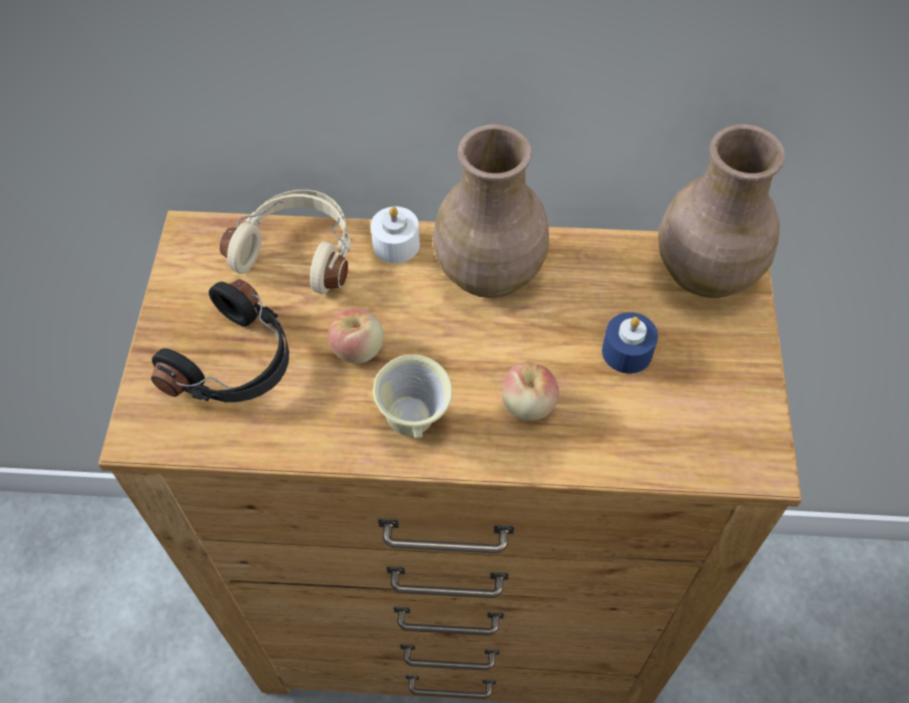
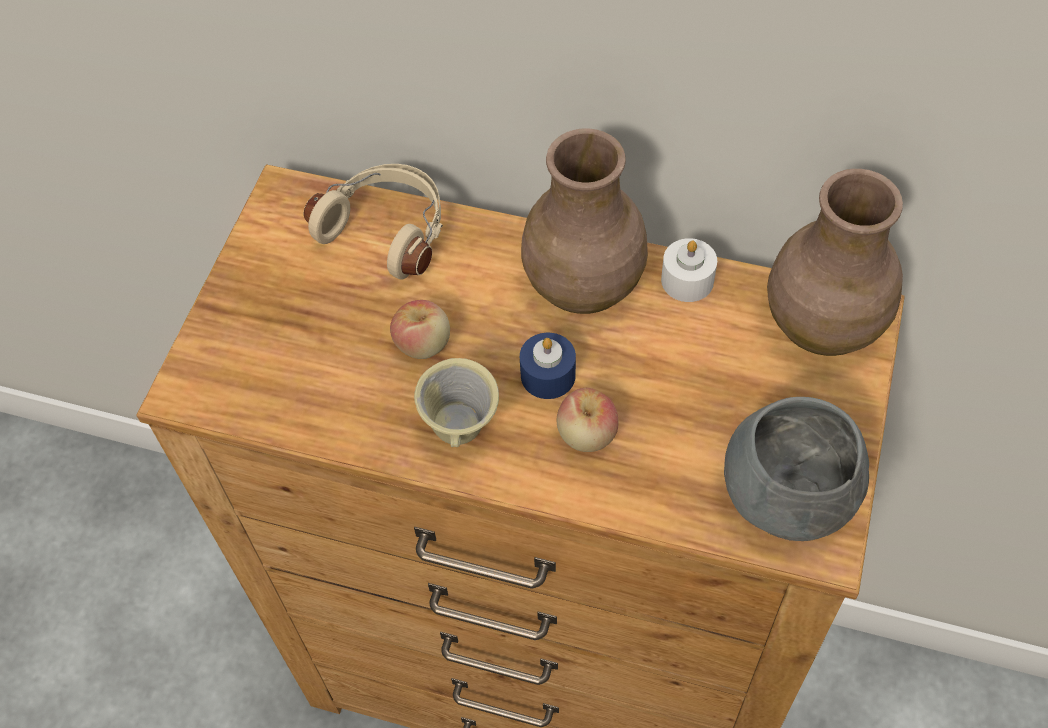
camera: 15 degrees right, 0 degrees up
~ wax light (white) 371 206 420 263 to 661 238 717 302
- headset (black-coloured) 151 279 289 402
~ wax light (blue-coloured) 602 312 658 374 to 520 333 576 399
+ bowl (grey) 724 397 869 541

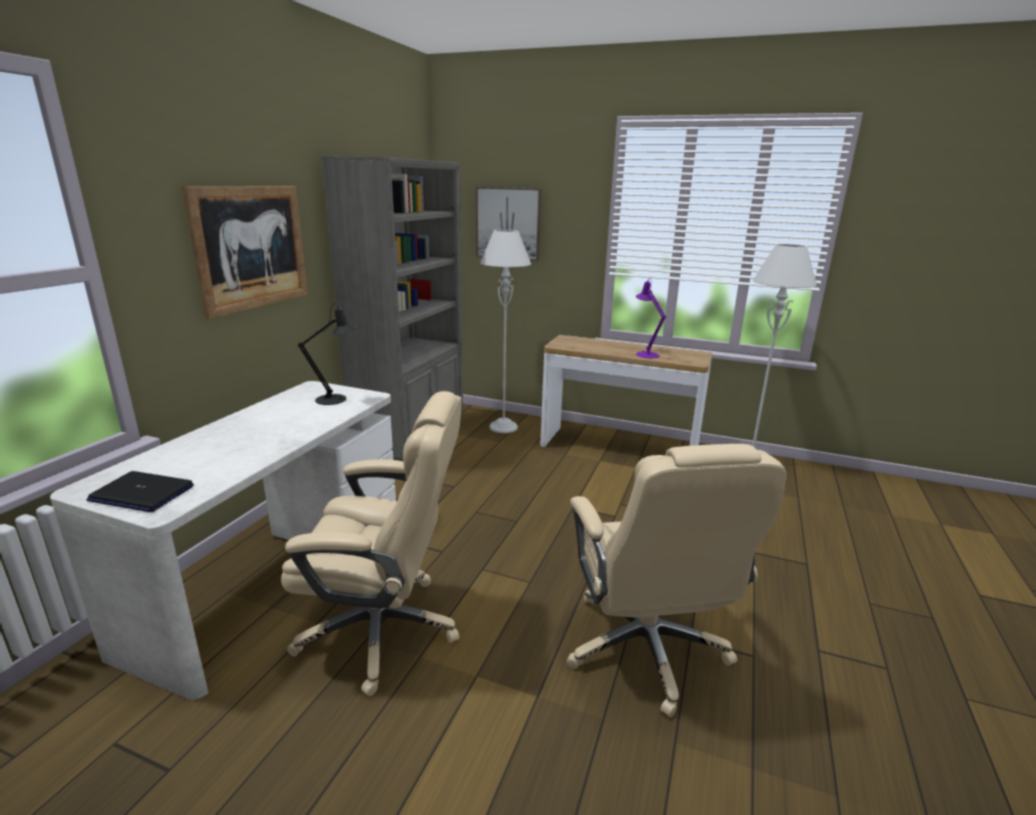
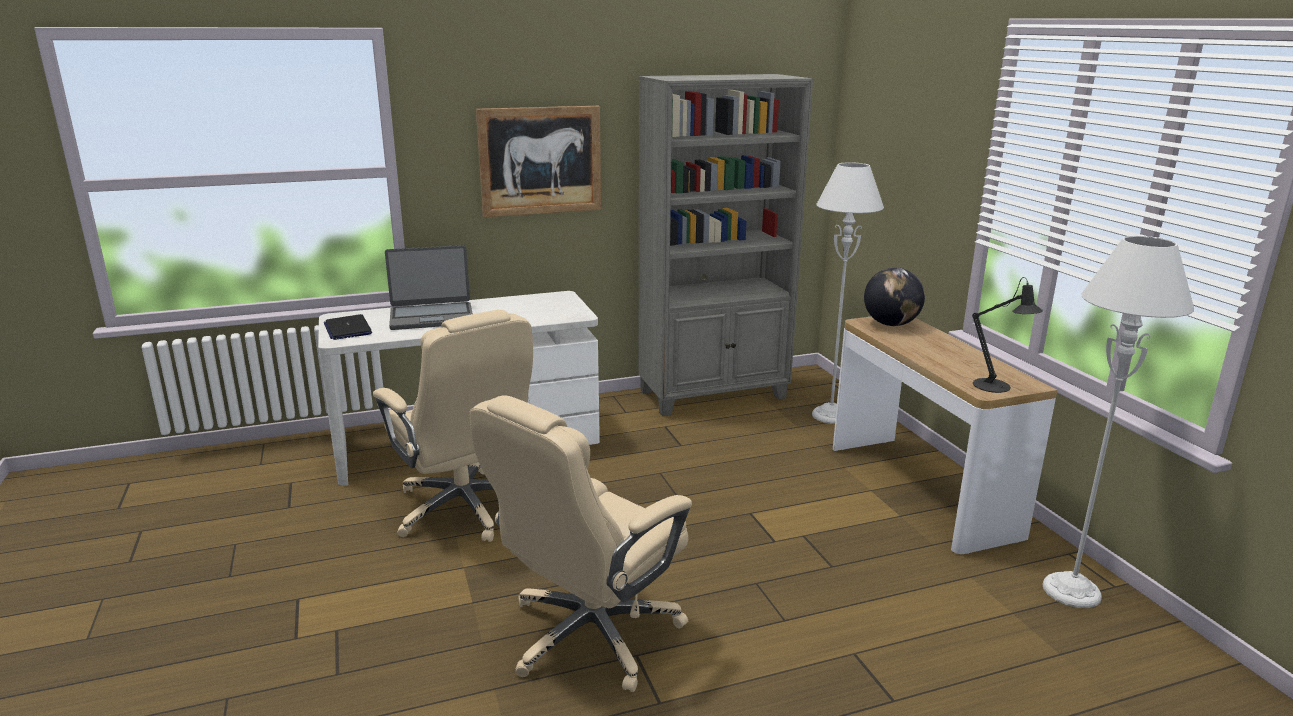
camera: 50 degrees right, 0 degrees up
- wall picture 476 187 542 261
- lamp for a table (purple-coloured) 636 278 666 358
~ lamp for a table (black-coloured) 298 303 356 405 to 972 277 1044 393
+ laptop 385 245 473 330
+ desk globe 864 267 925 326

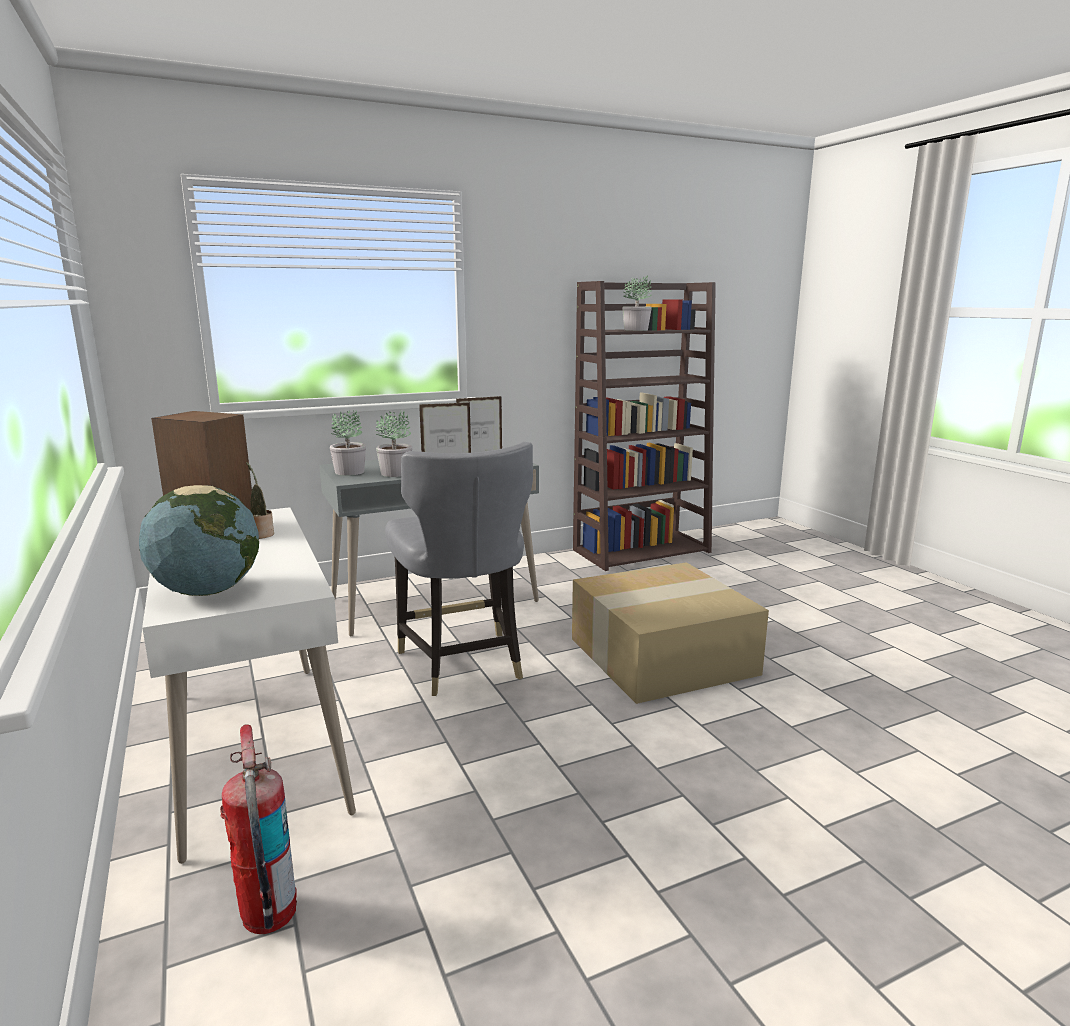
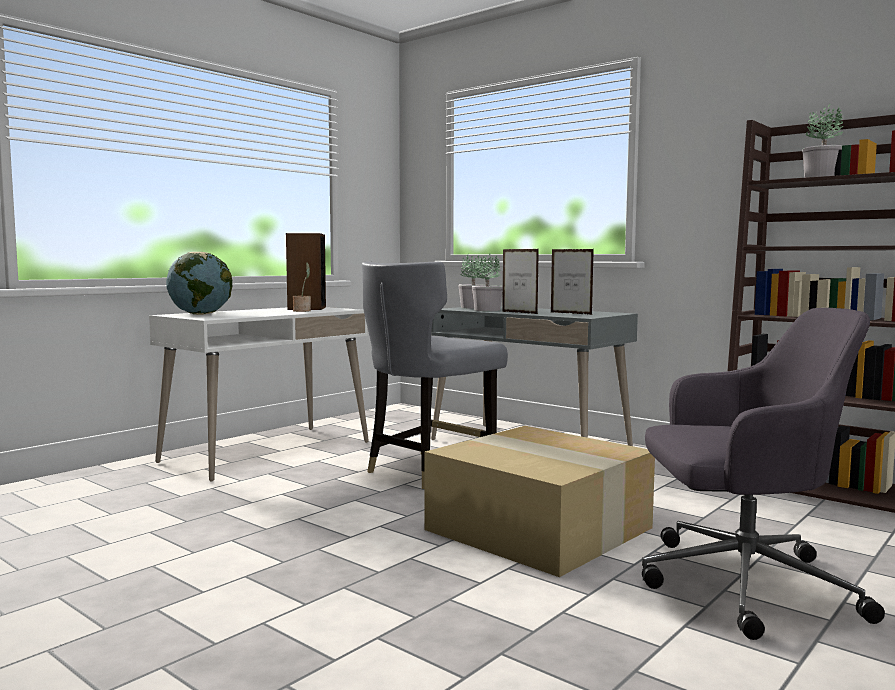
camera: 65 degrees right, 10 degrees down
- fire extinguisher 220 724 297 934
+ desk chair (grey) 642 308 885 640

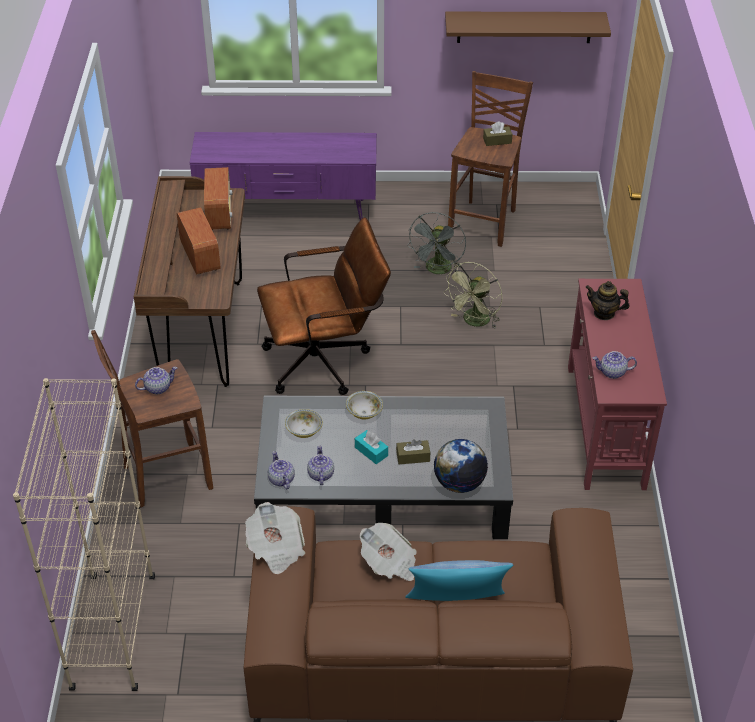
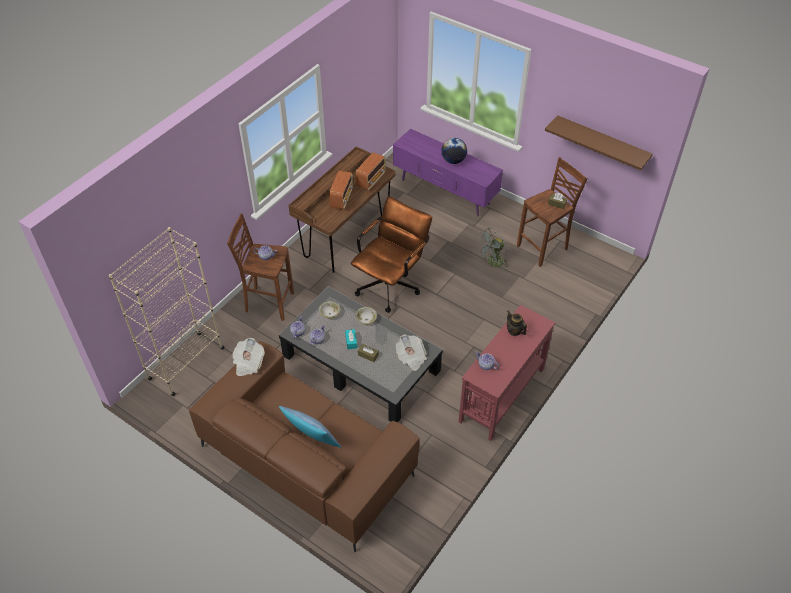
camera: 35 degrees right, 5 degrees up
~ desk chair (brown) 257 217 391 395 = 351 196 432 313 75 degrees counterclockwise
- electric fan (green) 443 262 502 328
~ desk globe 434 439 488 493 to 441 138 467 164
~ printed paper 360 523 417 581 to 395 334 427 371

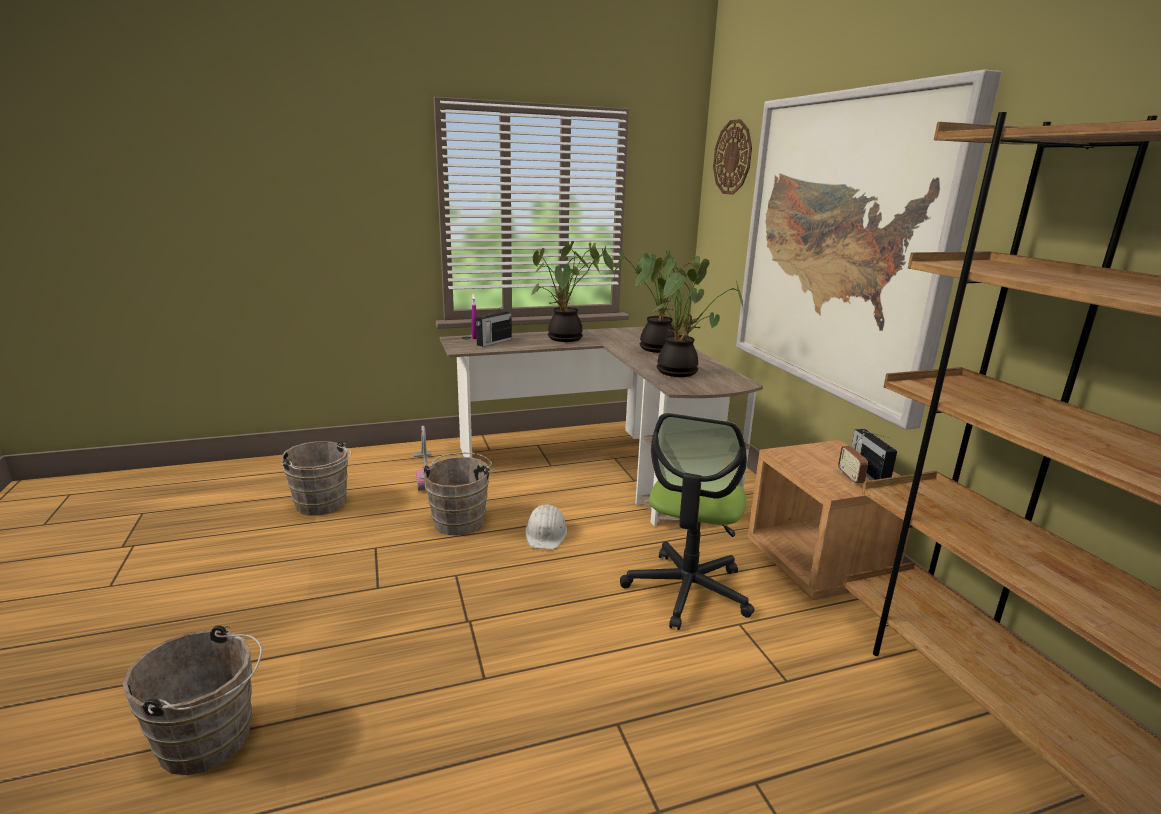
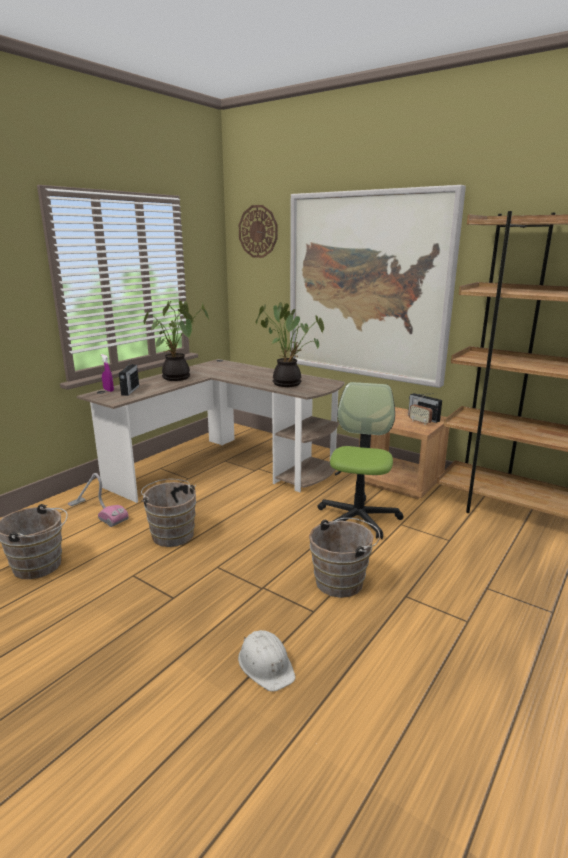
camera: 35 degrees left, 0 degrees up
- potted plant 614 249 694 353
~ desk chair 620 413 755 630 = 318 382 404 539 150 degrees counterclockwise
~ safety helmet (white) 525 504 567 549 to 238 630 296 691
~ pail (brown) 123 625 262 775 to 309 518 380 598

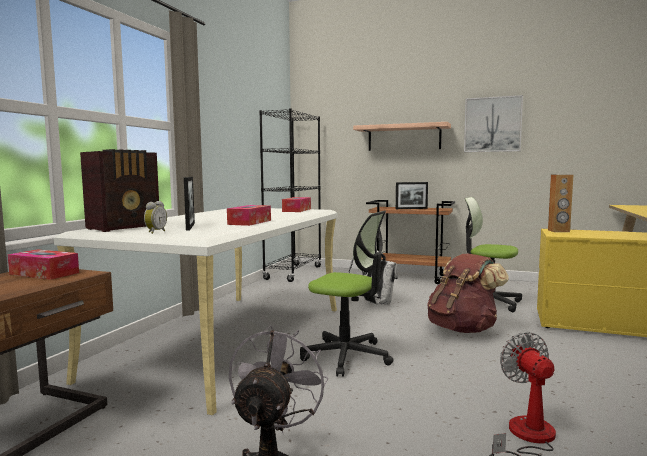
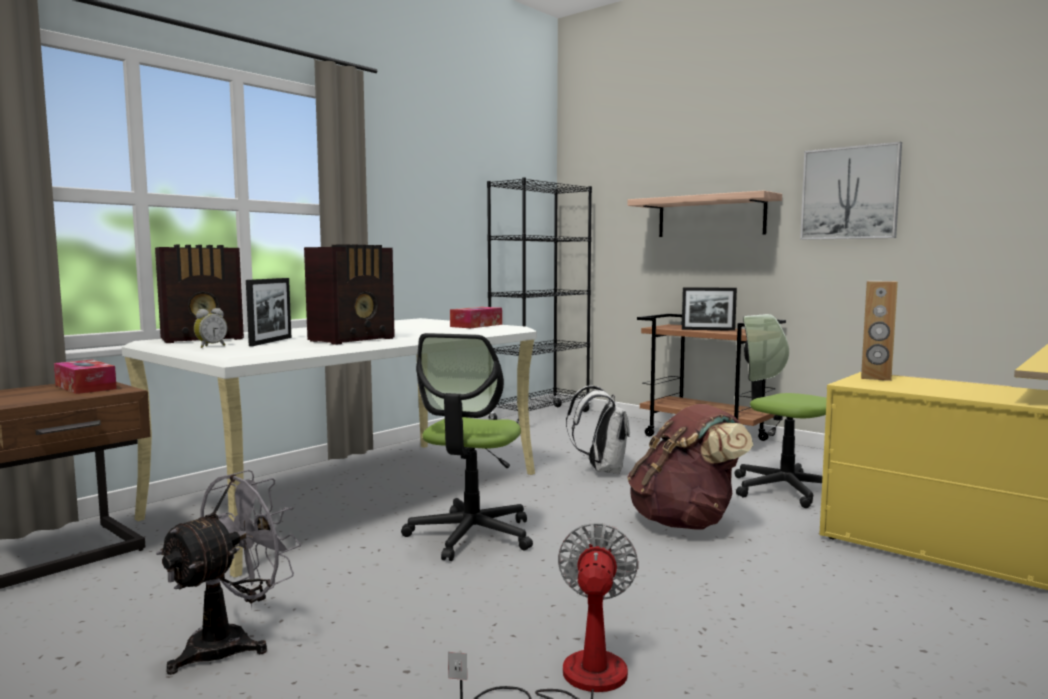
camera: 20 degrees right, 0 degrees up
~ box of tissues 227 205 271 226 to radio 304 244 395 345
~ desk chair 300 211 393 377 = 401 333 533 561 60 degrees clockwise

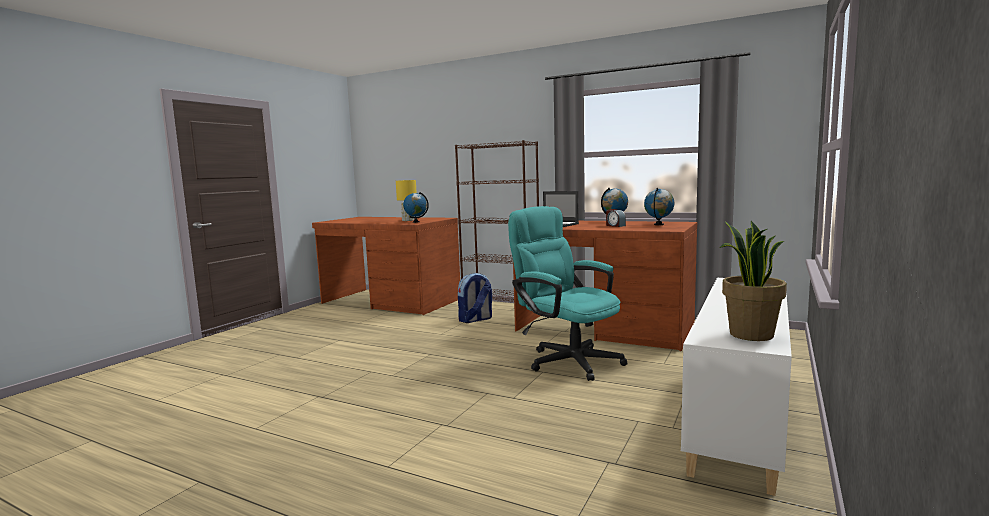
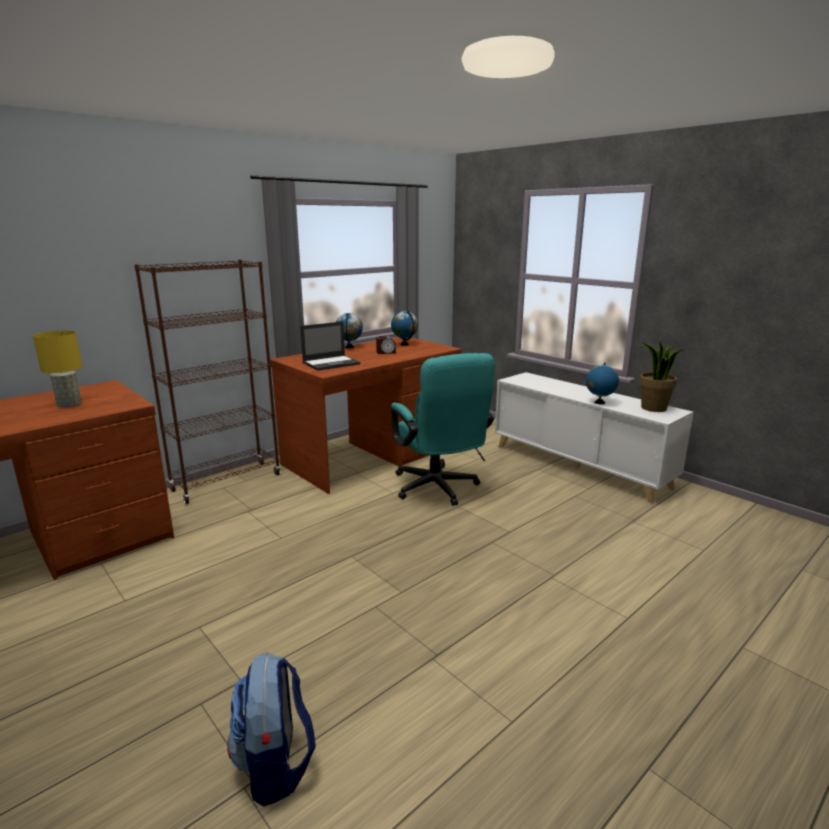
camera: 70 degrees left, 10 degrees up
~ desk globe 403 192 429 223 to 586 362 619 404
~ desk chair (turquoise) 508 206 627 381 = 391 353 495 506 90 degrees counterclockwise
~ rucksack 458 273 492 323 to 227 652 316 806

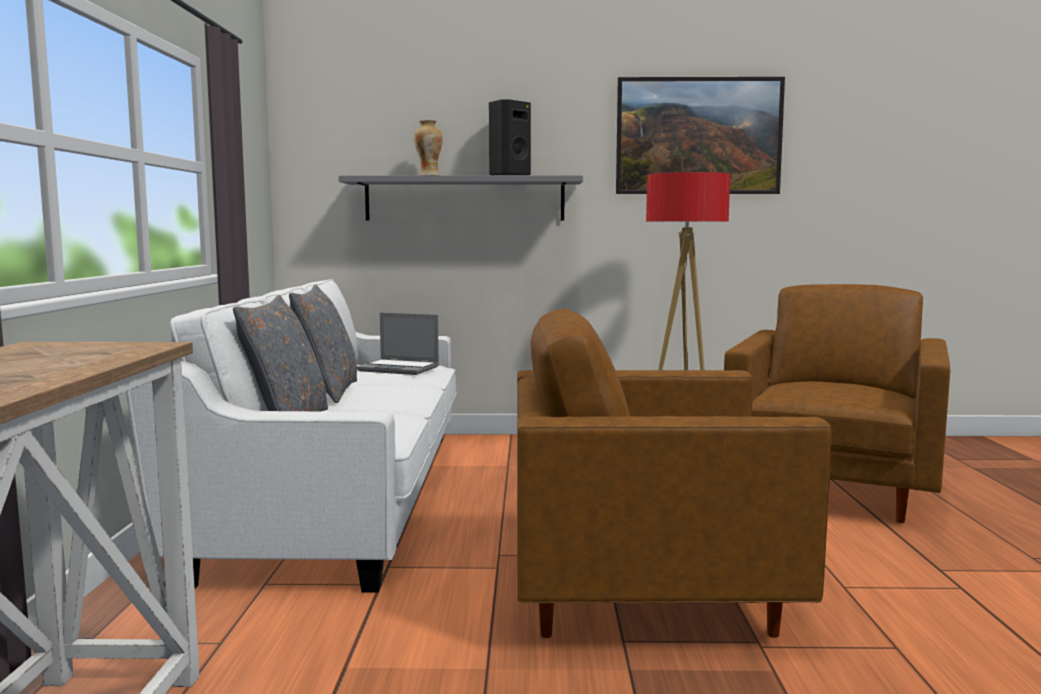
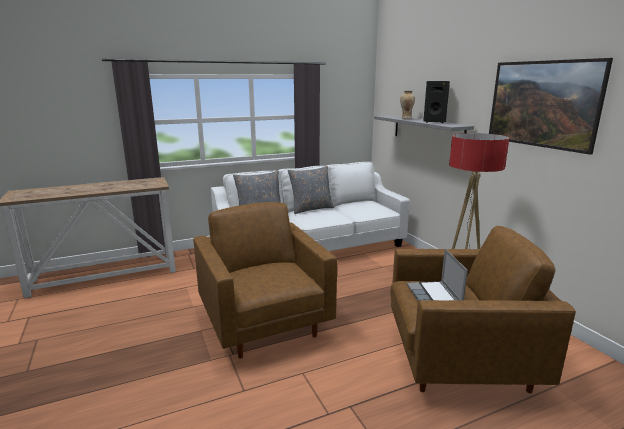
camera: 65 degrees right, 10 degrees up
~ laptop 357 313 439 375 to 407 248 468 302

